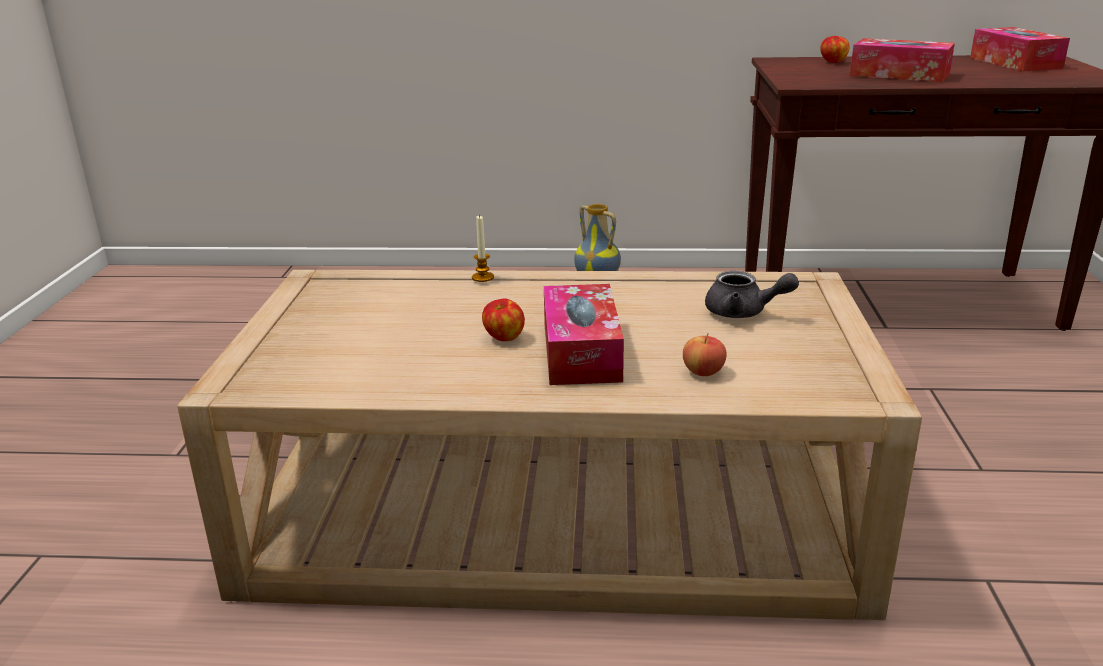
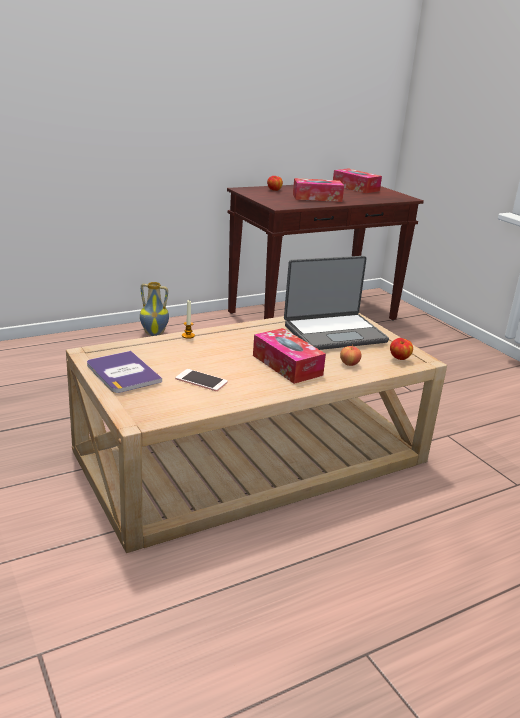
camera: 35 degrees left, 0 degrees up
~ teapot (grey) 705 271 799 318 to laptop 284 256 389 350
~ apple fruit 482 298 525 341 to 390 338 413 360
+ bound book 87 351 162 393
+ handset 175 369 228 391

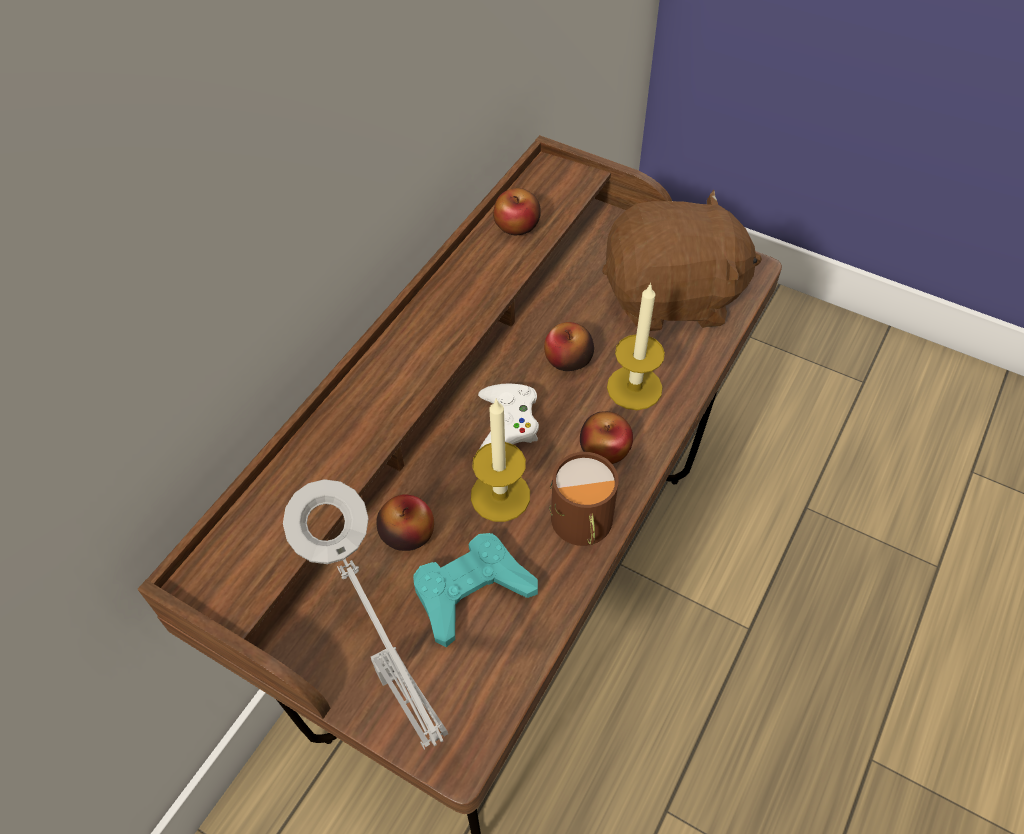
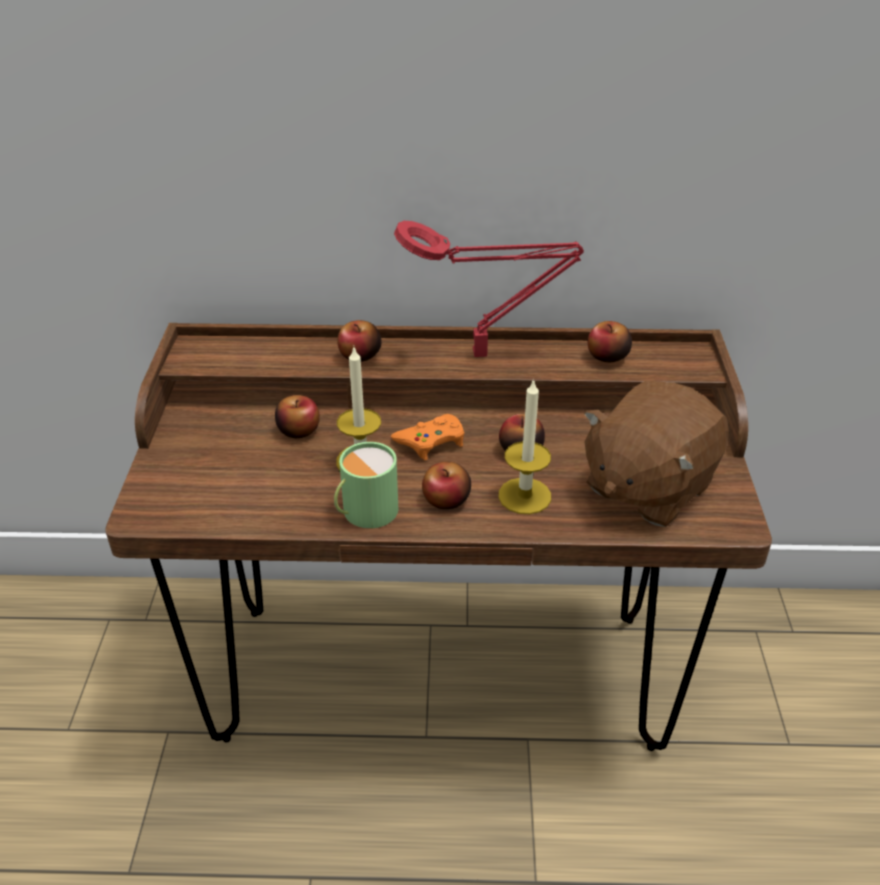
camera: 60 degrees right, 15 degrees down
~ plush toy (brown) 602 190 762 331 = 584 380 729 527 75 degrees clockwise
~ game controller (white) 478 383 539 449 to game controller (orange) 391 414 464 460
~ coffee mug (brown) 550 452 619 546 to coffee mug (green) 334 442 398 529
- lamp for a table (grey) 283 479 448 750
- game controller (turquoise) 413 533 538 647
+ lamp for a table (red-coloured) 394 221 584 357
+ apple fruit 337 320 382 362

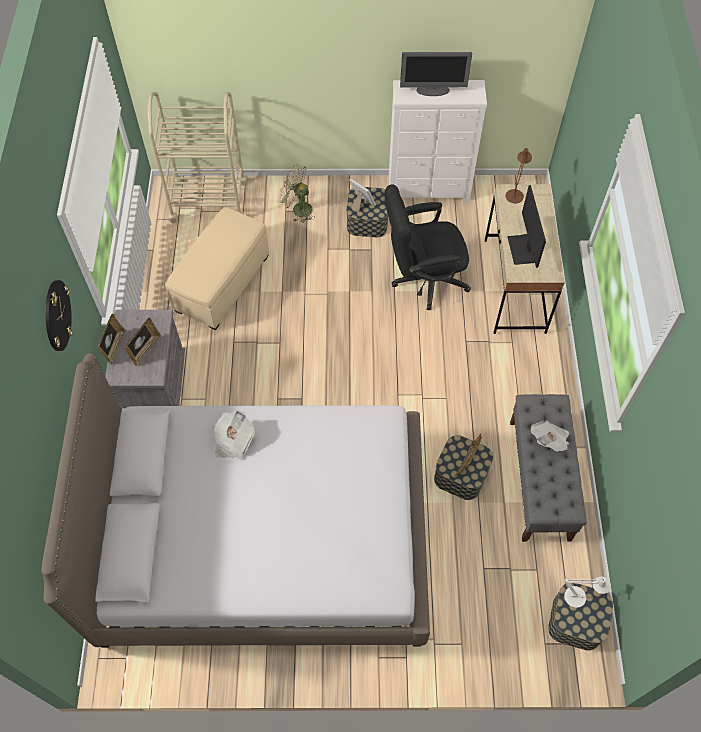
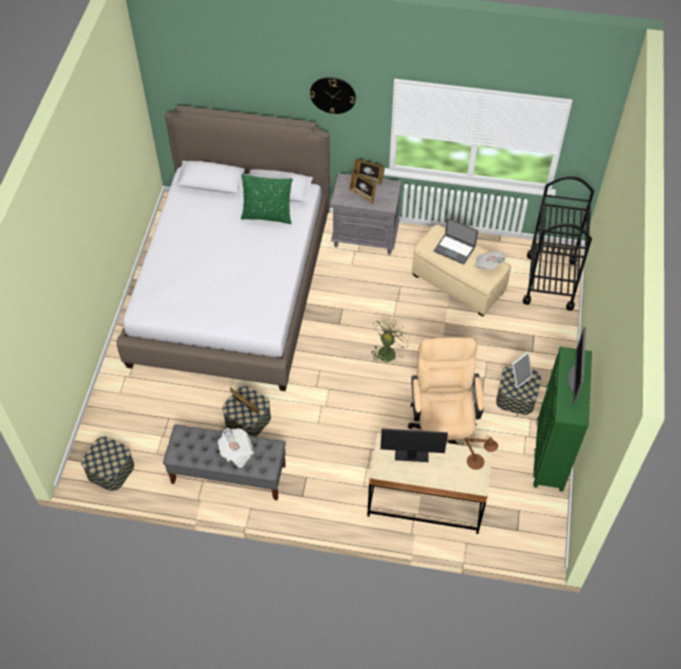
camera: 100 degrees right, 5 degrees down
~ drawer chest (white) 388 80 487 201 to drawer chest (green) 533 347 592 492
~ wheeled cart (sand-coloured) 148 92 248 223 to wheeled cart (black-coloured) 523 176 594 311
~ electric fan (green) 278 164 315 223 to 372 316 411 363
~ desk chair (black-coloured) 385 184 471 310 to desk chair (sand-coloured) 408 337 484 445
~ printed paper 213 410 255 458 to 474 250 505 270
- lamp for a table (white) 564 577 611 608
+ pillow (green) 241 174 293 224
+ laptop 433 218 478 265

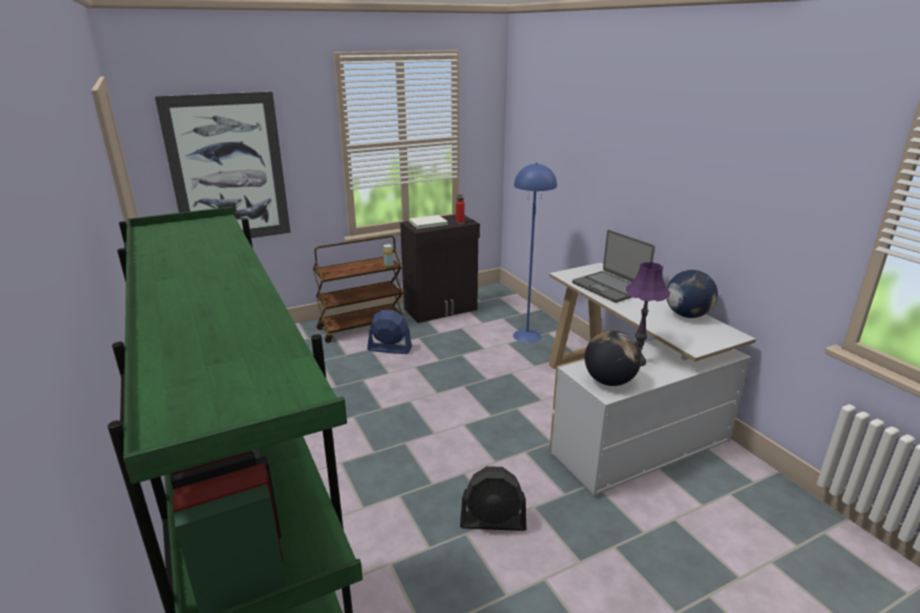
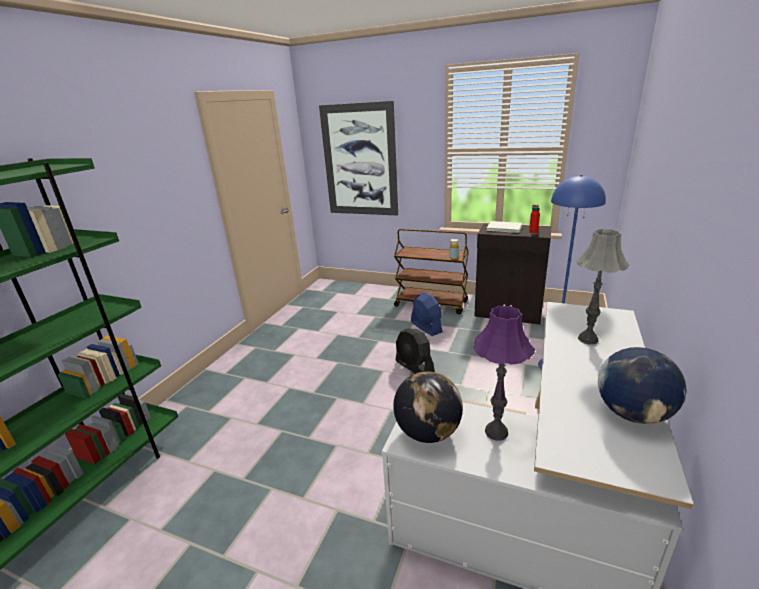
camera: 50 degrees right, 0 degrees up
~ laptop 572 230 655 303 to lamp for a table (grey) 576 229 629 345
~ electric fan (black-coloured) 460 466 526 531 to 395 328 435 373

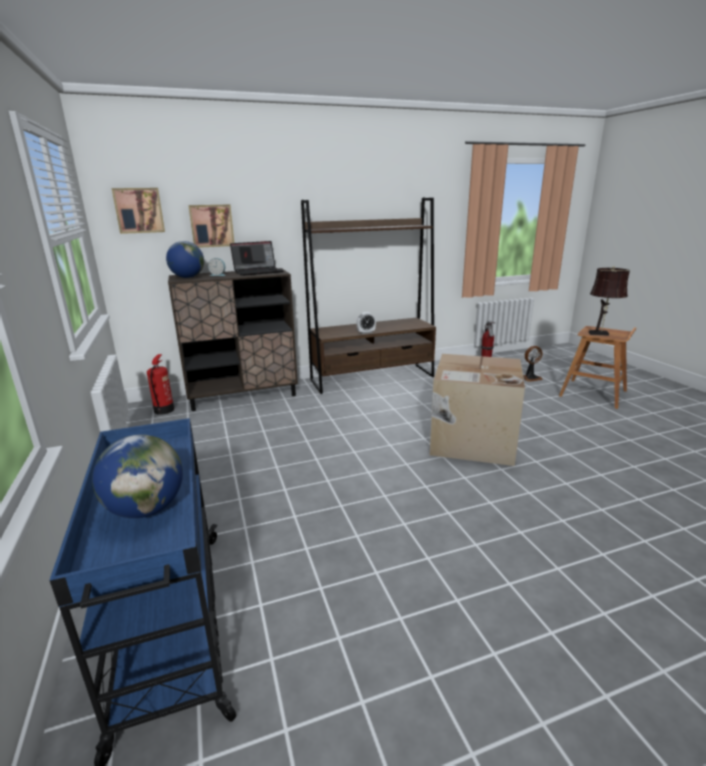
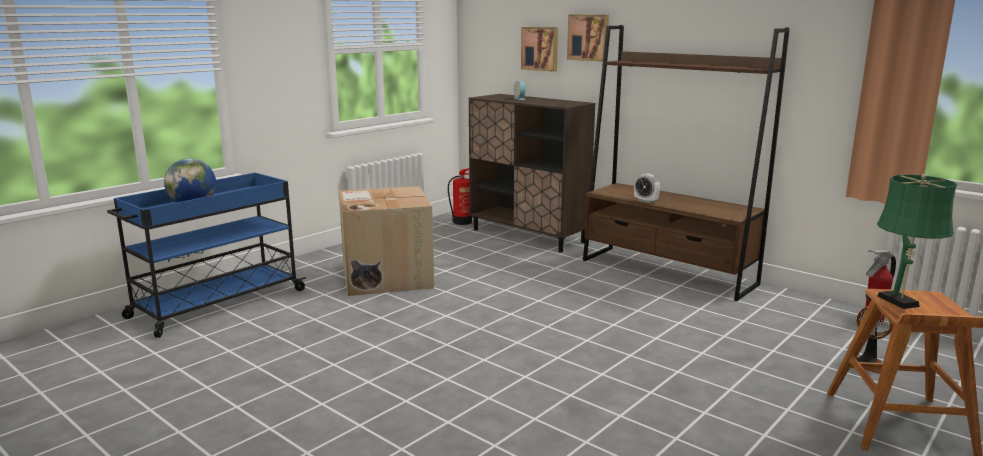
camera: 60 degrees right, 5 degrees down
~ wall picture 112 188 165 234 to 567 15 609 62
- desk globe 166 241 204 278
- laptop 230 241 284 276
~ lamp for a table (brown) 589 266 630 336 to lamp for a table (green) 877 174 957 309
~ cardboard box 430 354 525 466 to 339 186 434 296

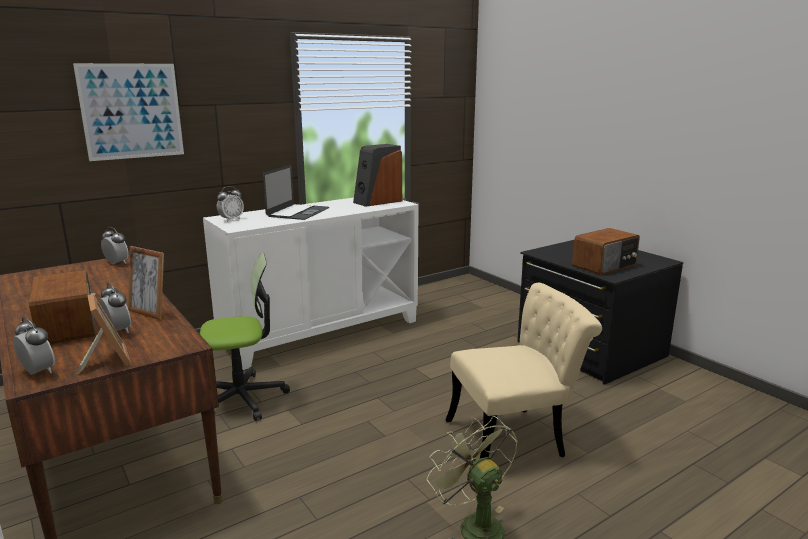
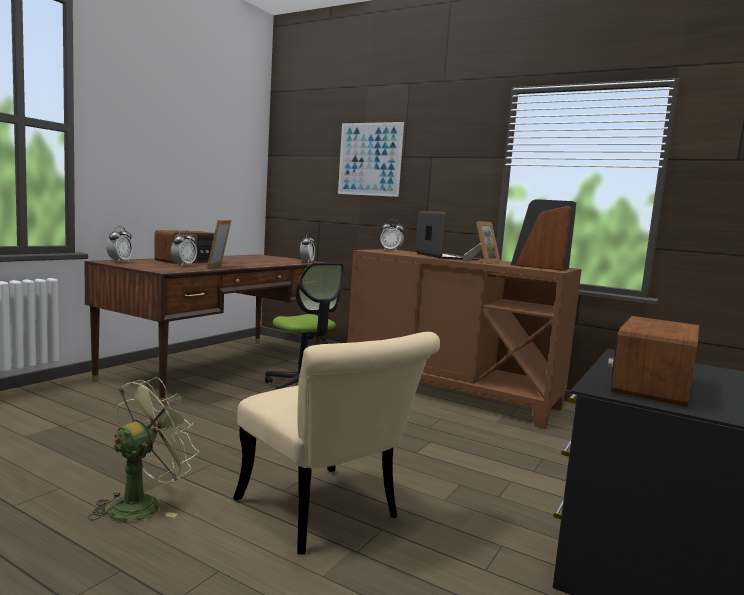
camera: 65 degrees right, 10 degrees down
~ laptop 263 165 329 220 = 416 211 479 260 105 degrees counterclockwise
~ cabinet (white) 203 198 419 370 to cabinet (brown) 348 249 582 429
~ radio 572 228 640 275 = 608 316 699 407 90 degrees clockwise
~ standing frame 77 293 131 374 to 462 221 500 264

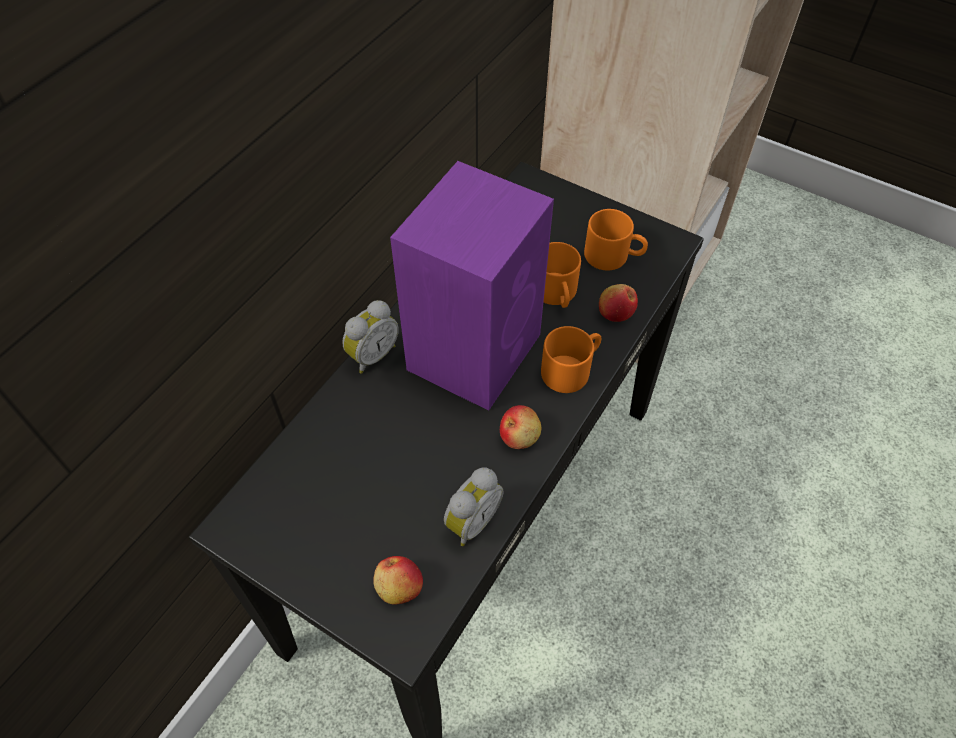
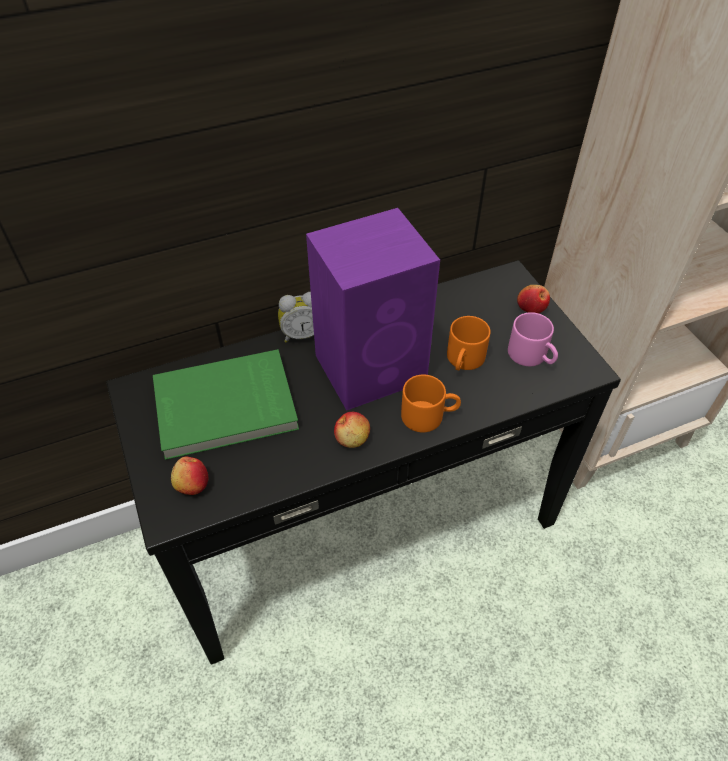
camera: 35 degrees right, 5 degrees down
~ coffee mug (orange) 584 209 648 270 to coffee mug (pink) 508 312 558 366
~ apple fruit 599 284 638 322 to 517 285 550 313
- bedside clock 444 467 504 546
+ bound book (green) 153 349 299 460

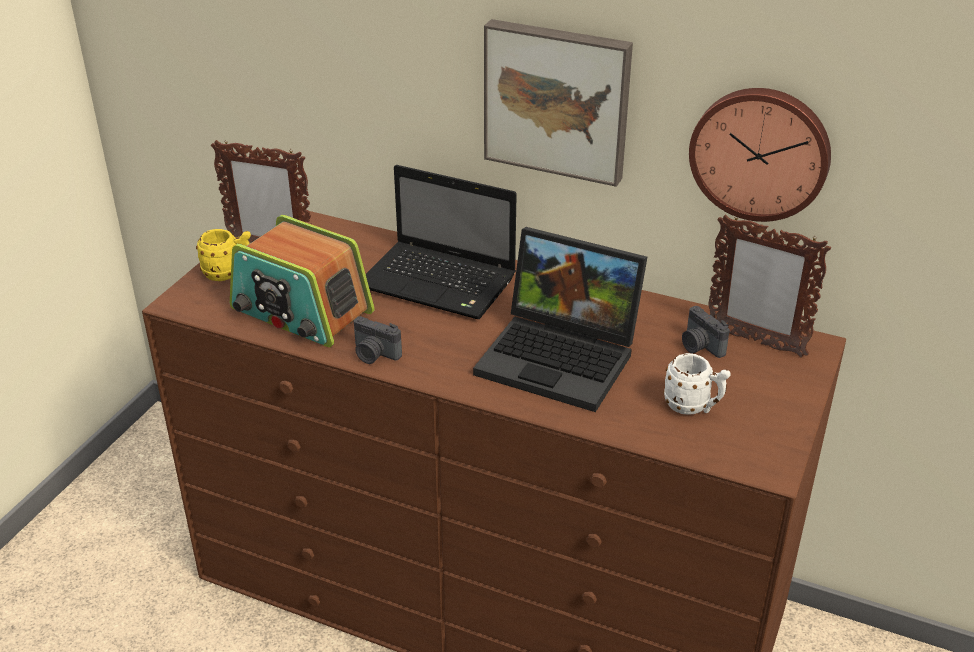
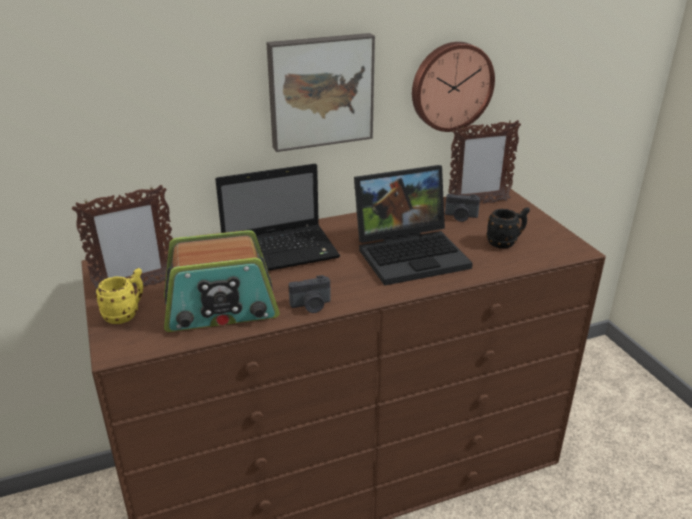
camera: 45 degrees left, 5 degrees down
~ coffee mug (white) 663 353 731 415 to coffee mug (black-coloured) 486 207 530 248

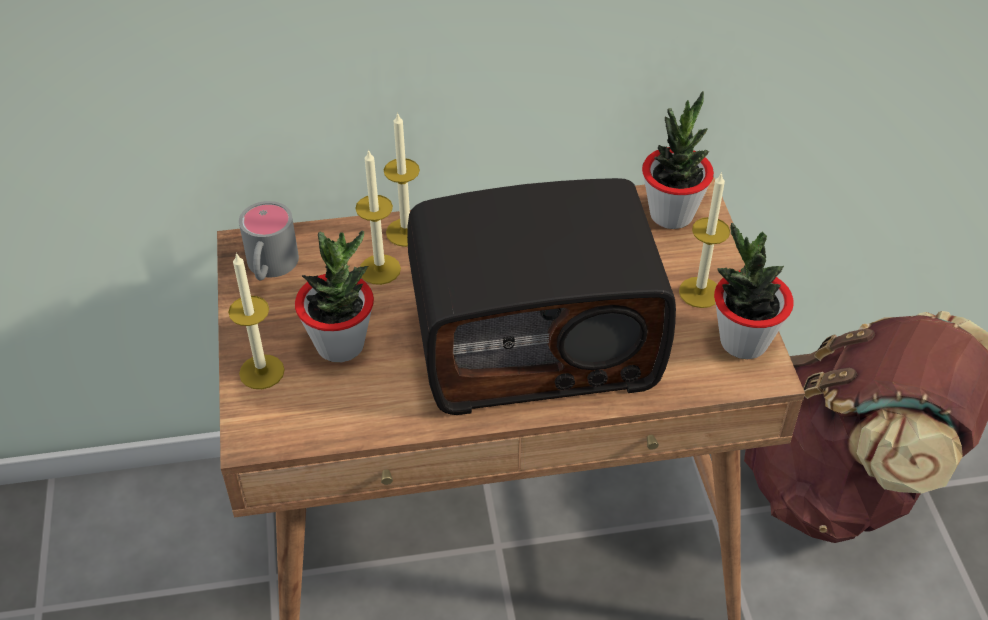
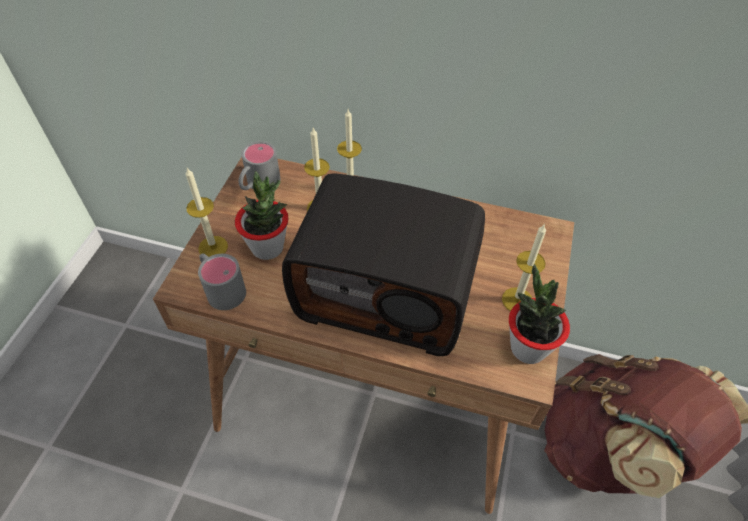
camera: 25 degrees right, 5 degrees up
- potted plant 642 91 714 229
+ coffee mug (grey) 198 253 246 310

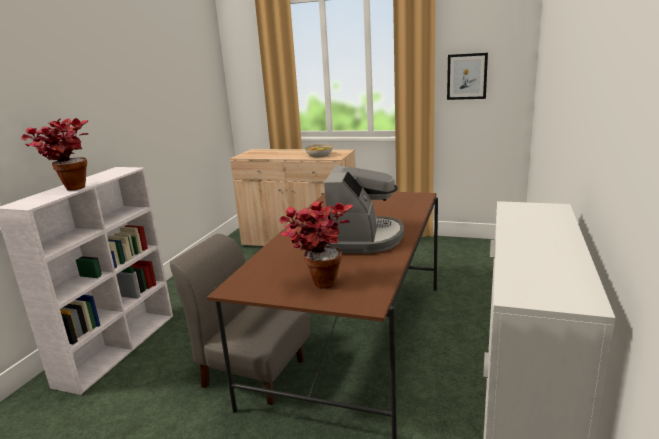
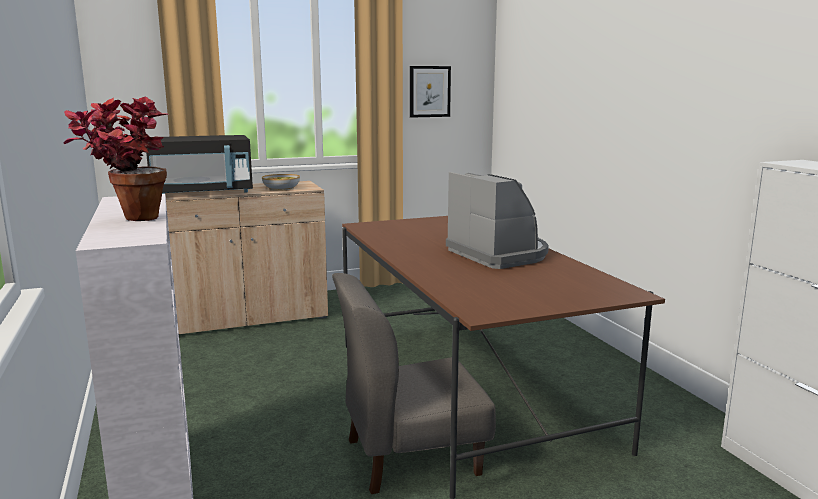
camera: 40 degrees left, 5 degrees down
- potted plant 279 201 353 288
+ microwave (black-coloured) 146 135 253 194

